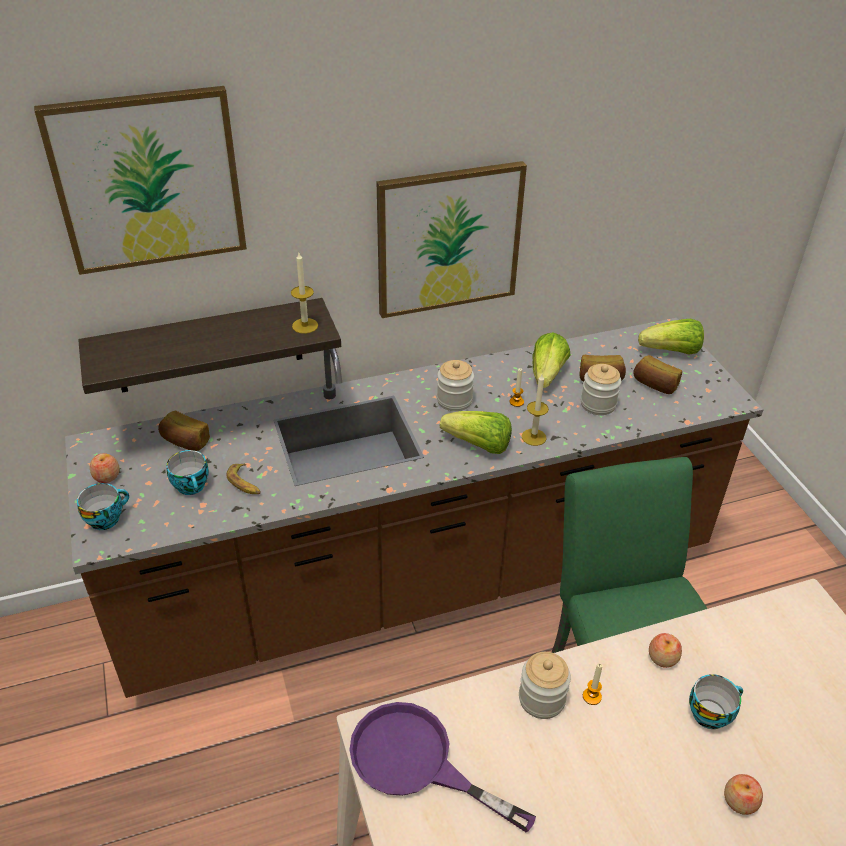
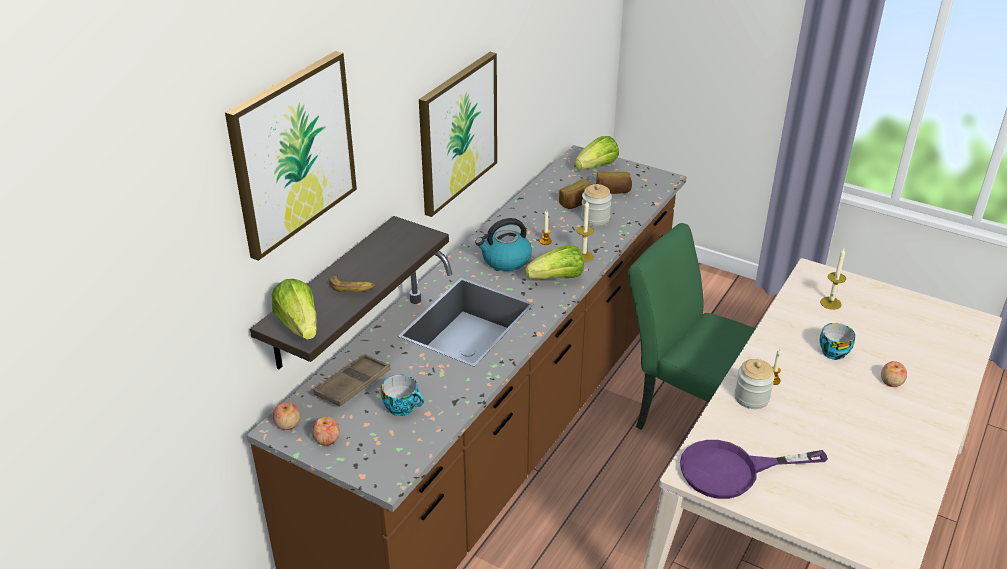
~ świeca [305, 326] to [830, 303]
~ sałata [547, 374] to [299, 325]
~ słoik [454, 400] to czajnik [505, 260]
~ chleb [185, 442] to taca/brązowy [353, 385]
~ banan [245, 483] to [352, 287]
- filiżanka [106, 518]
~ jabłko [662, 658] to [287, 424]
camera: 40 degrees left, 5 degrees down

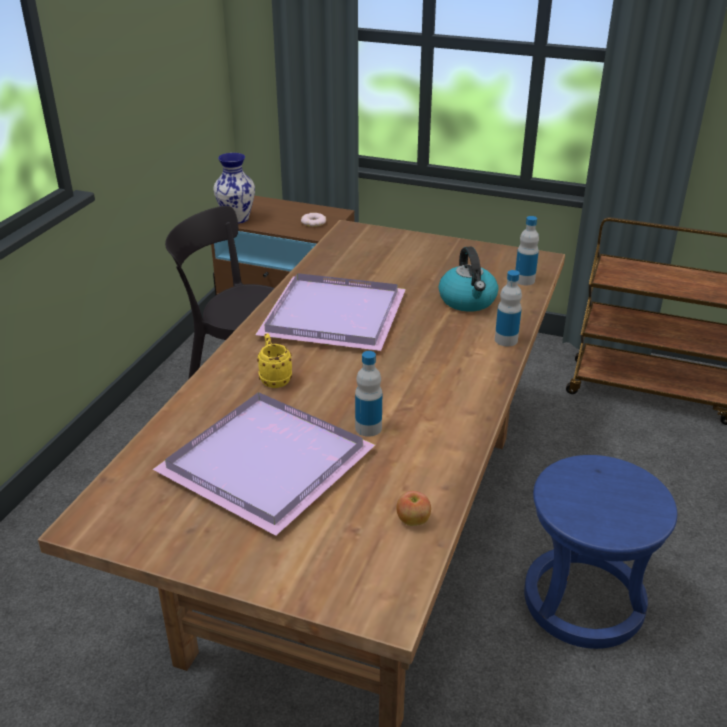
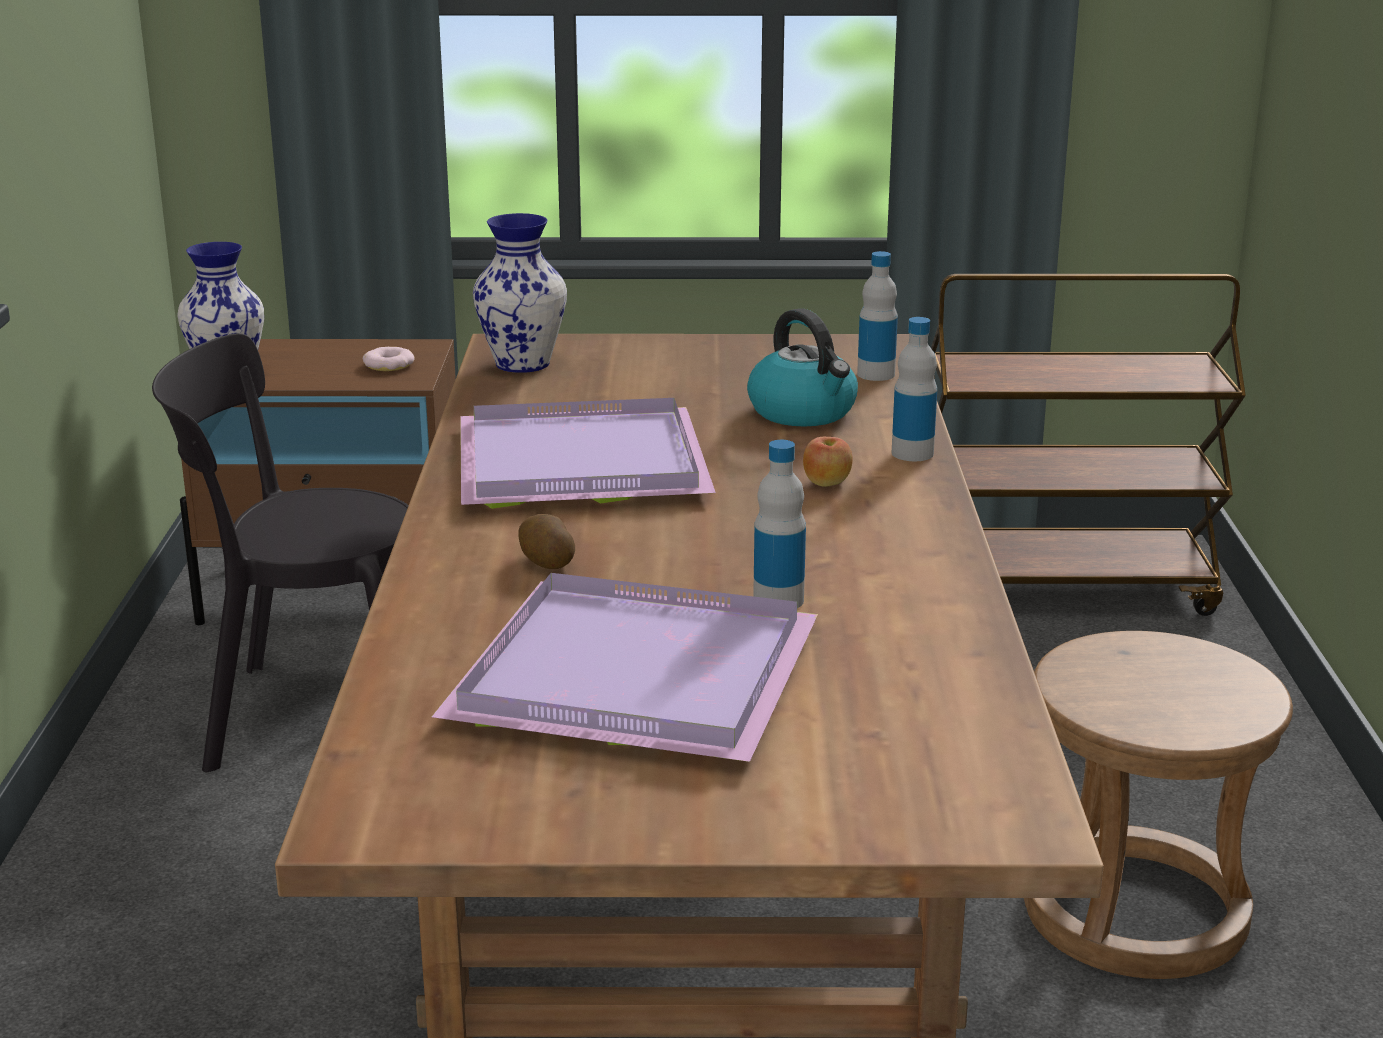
~ kubek/żółty [274, 378] to ziemniak [546, 562]
~ stołek/niebieski [584, 601] to stołek/brązowy [1136, 911]
~ jabłko [413, 521] to [827, 483]
+ wazon [523, 364]
camera: 20 degrees left, 10 degrees down

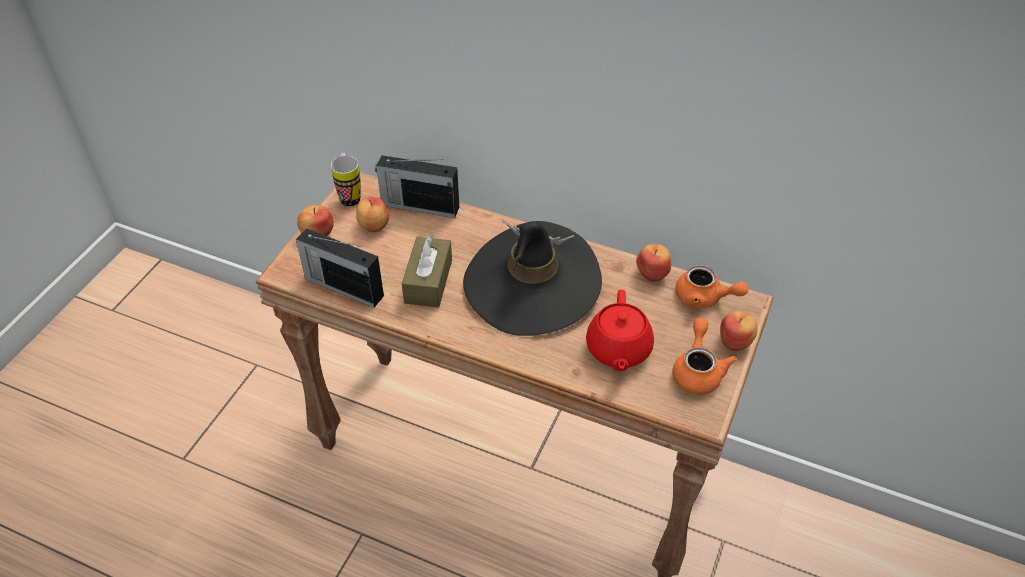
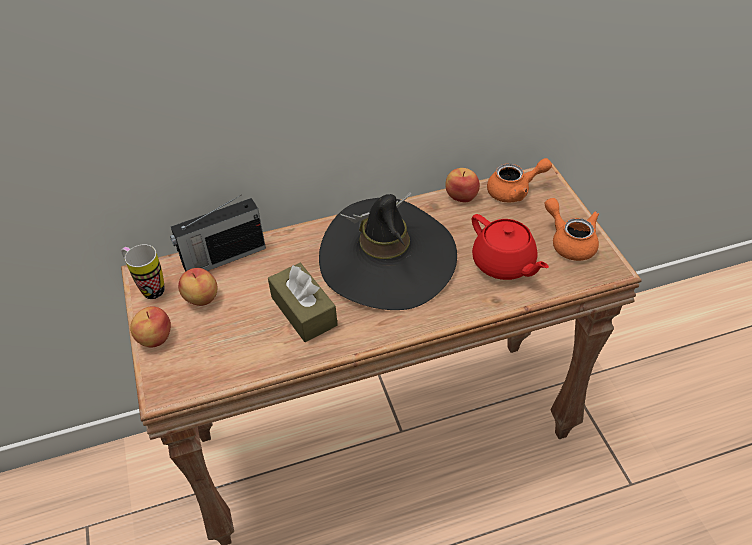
- radio [343, 286]
- jabłko [735, 341]
camera: 40 degrees left, 0 degrees up

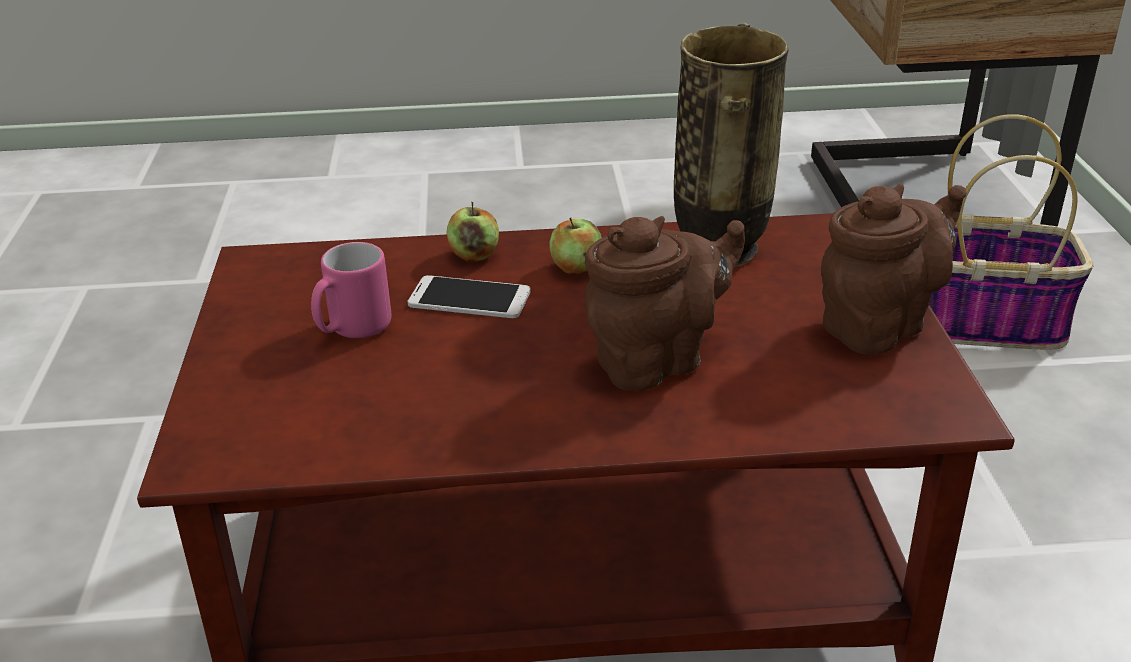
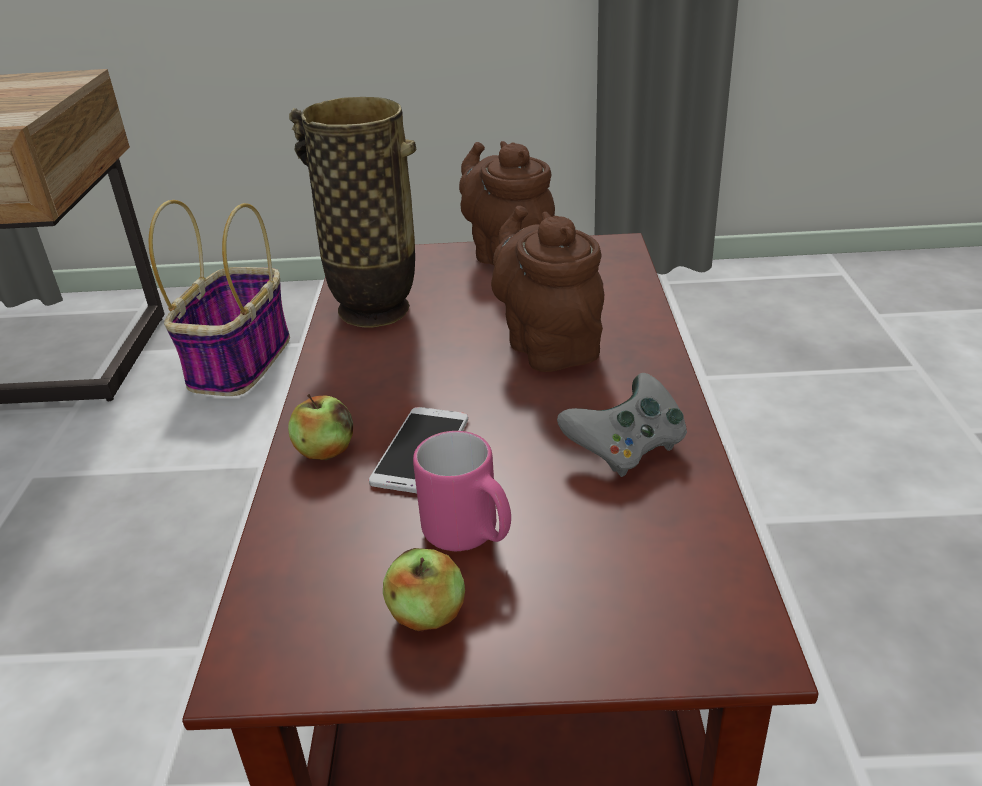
~ jabłko [576, 268] to [427, 615]
+ pad do gier/szary [626, 449]
camera: 85 degrees left, 0 degrees up

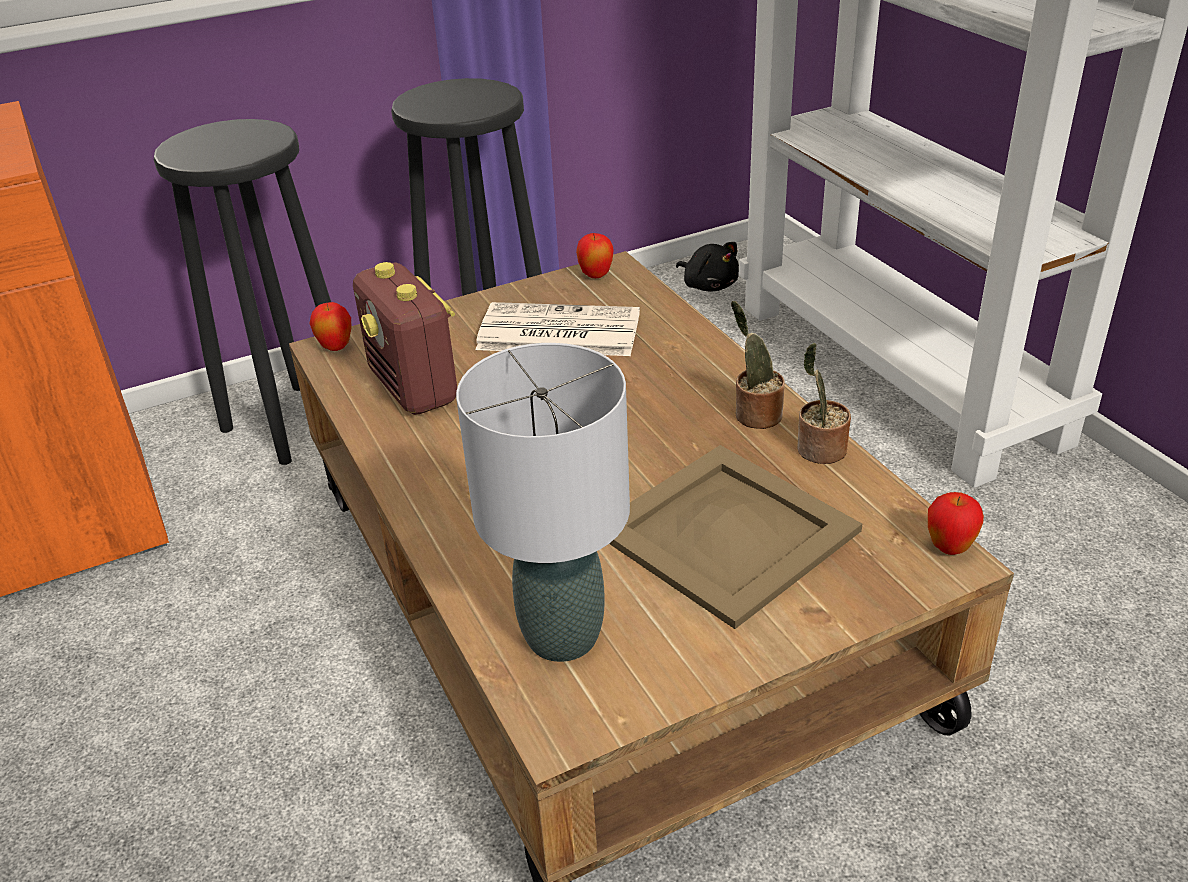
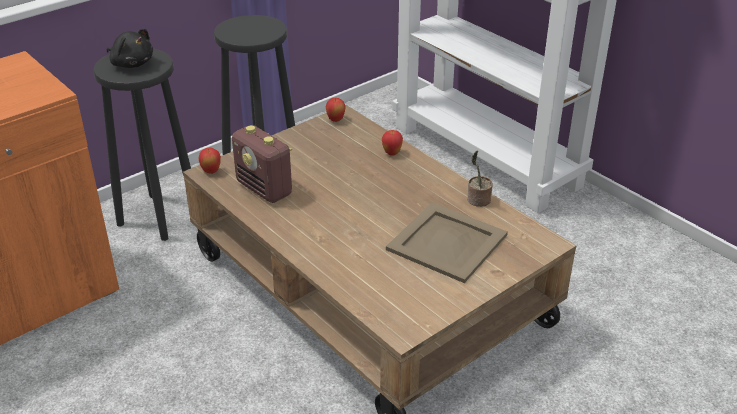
~ pluszak/czarny [709, 285] to [131, 63]
- roślina doniczkowa [754, 415]
- gazeta [556, 332]
- lampa stołowa/szary [564, 636]
~ jabłko [949, 548] to [392, 153]
camera: 15 degrees left, 0 degrees up

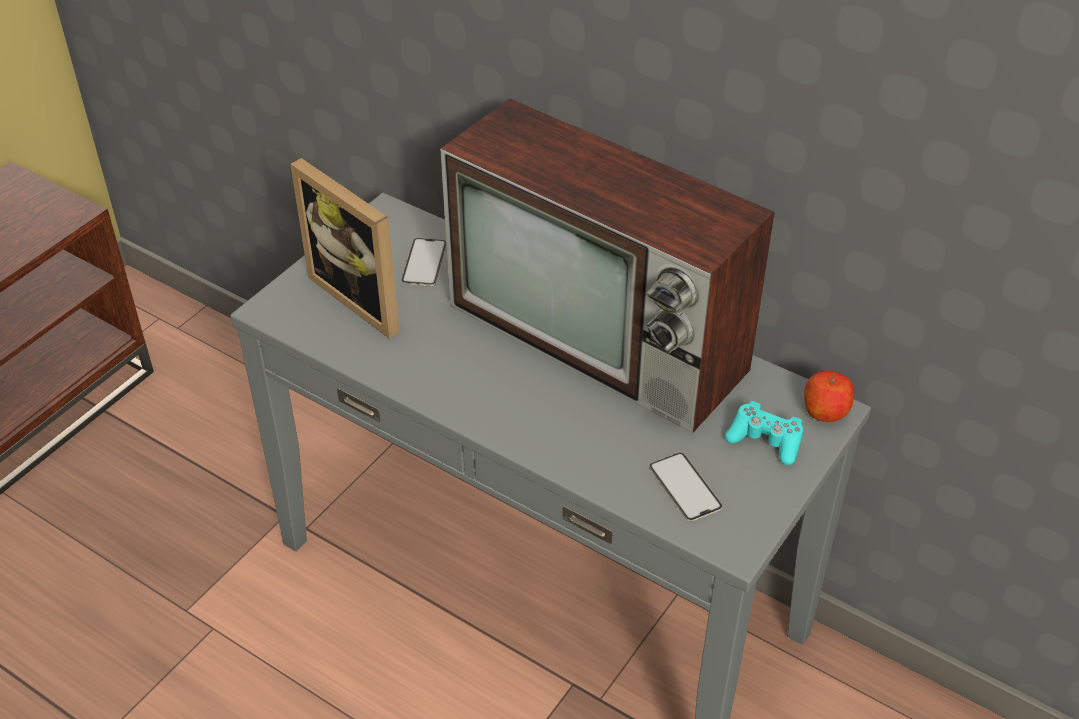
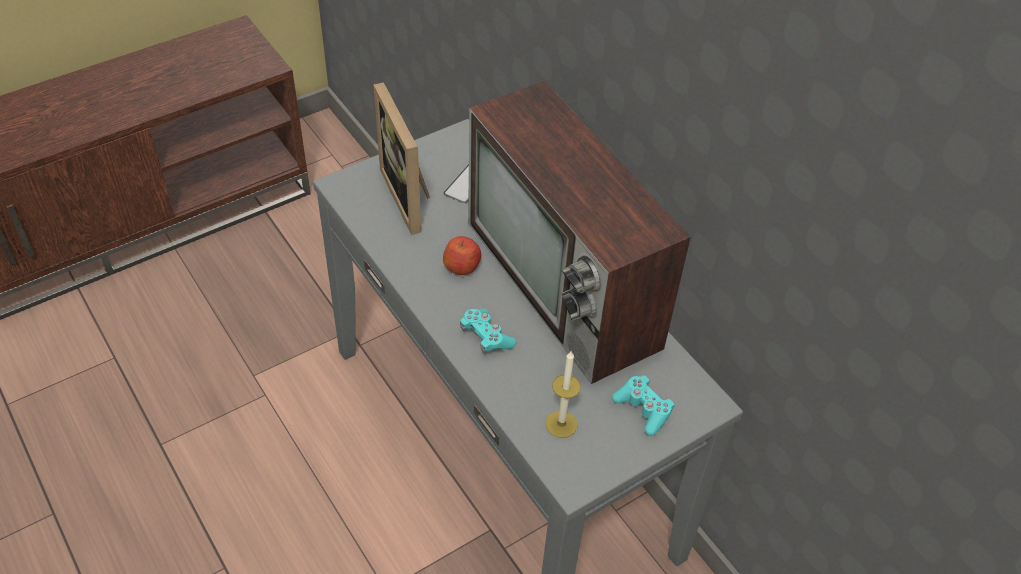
~ jabłko [825, 411] to [462, 266]
~ telefon [685, 487] to świeca [561, 424]
+ pad do gier/turkusowy [486, 336]
camera: 20 degrees right, 5 degrees up

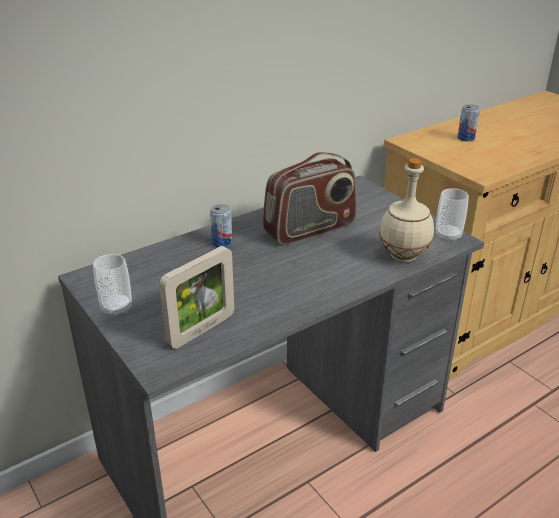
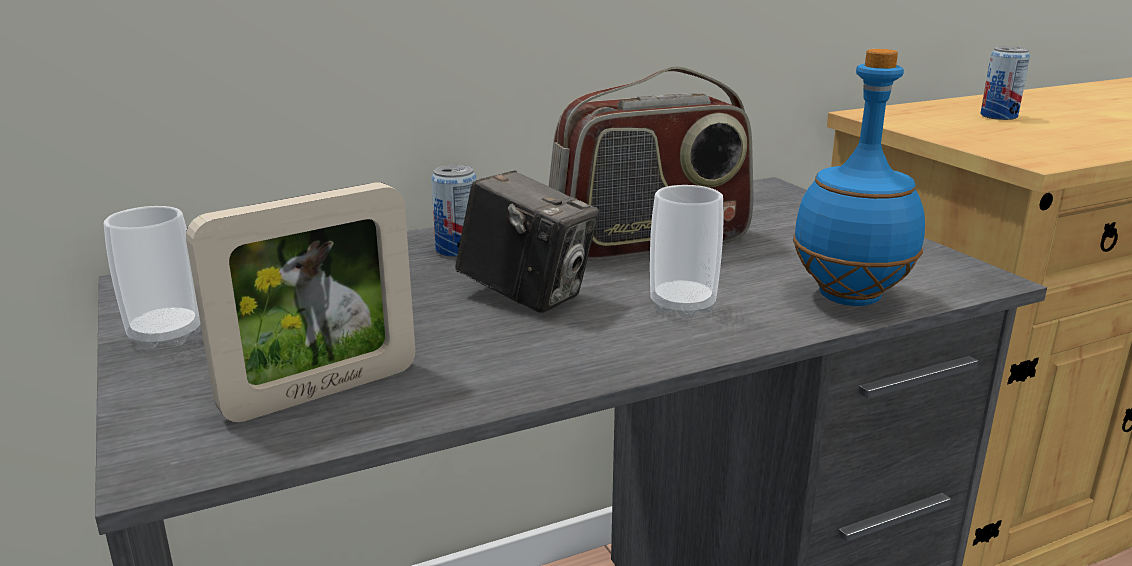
~ butelka/beżowy [403, 256] to butelka/niebieski [850, 296]
~ filiżanka [448, 236] to [682, 306]
+ aparat fotograficzny [527, 295]
camera: 10 degrees right, 10 degrees down

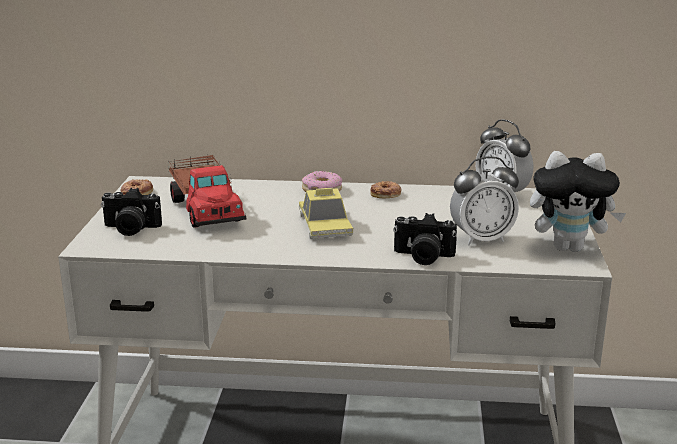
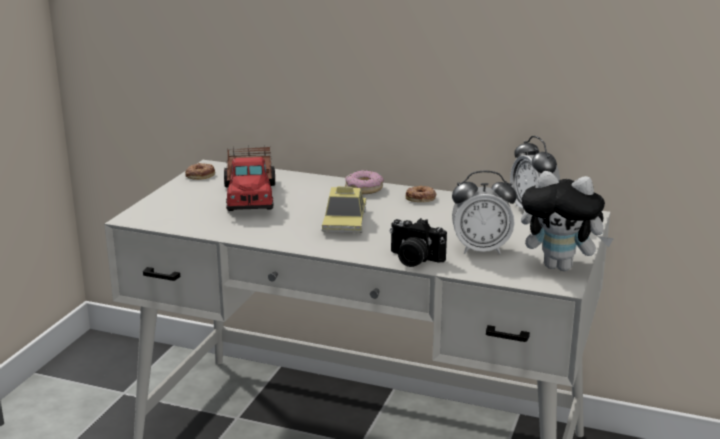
- aparat fotograficzny [130, 229]
camera: 15 degrees right, 0 degrees up

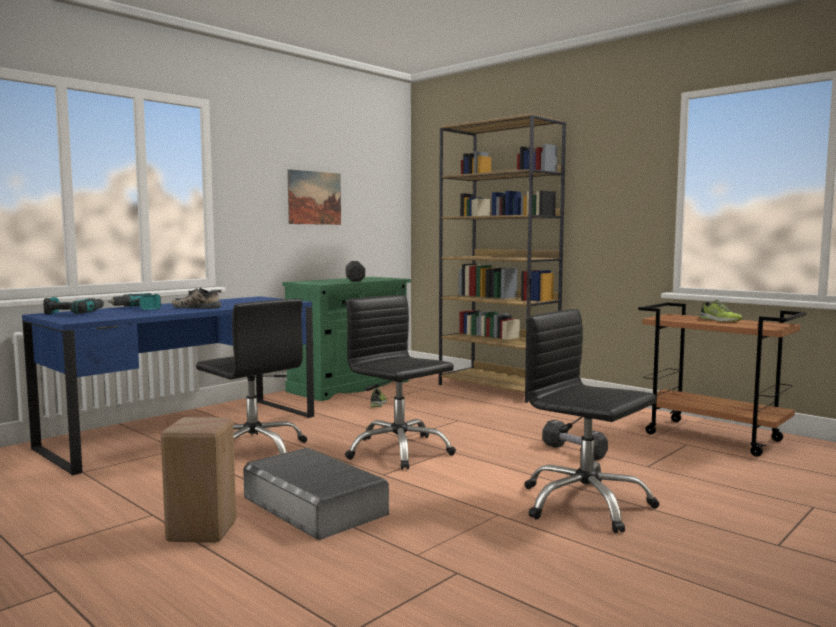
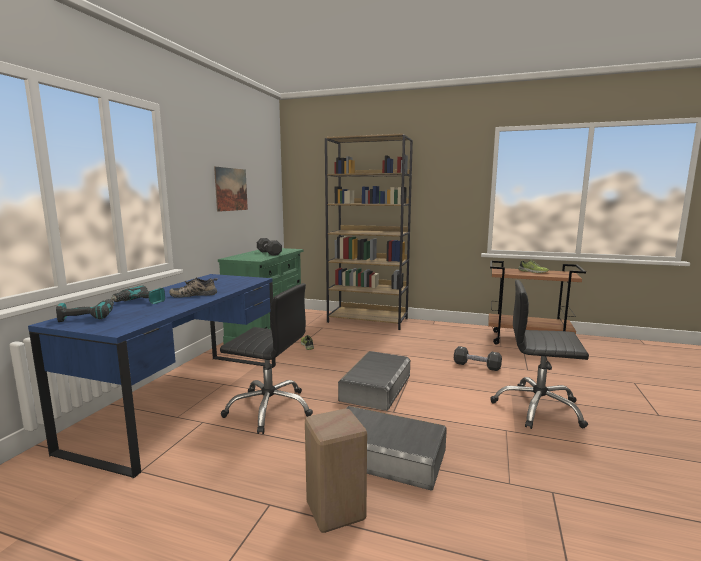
~ krzesło biurowe/czarny [398, 451] to pojemnik do przechowywania/szary [376, 387]
camera: 25 degrees left, 5 degrees up

